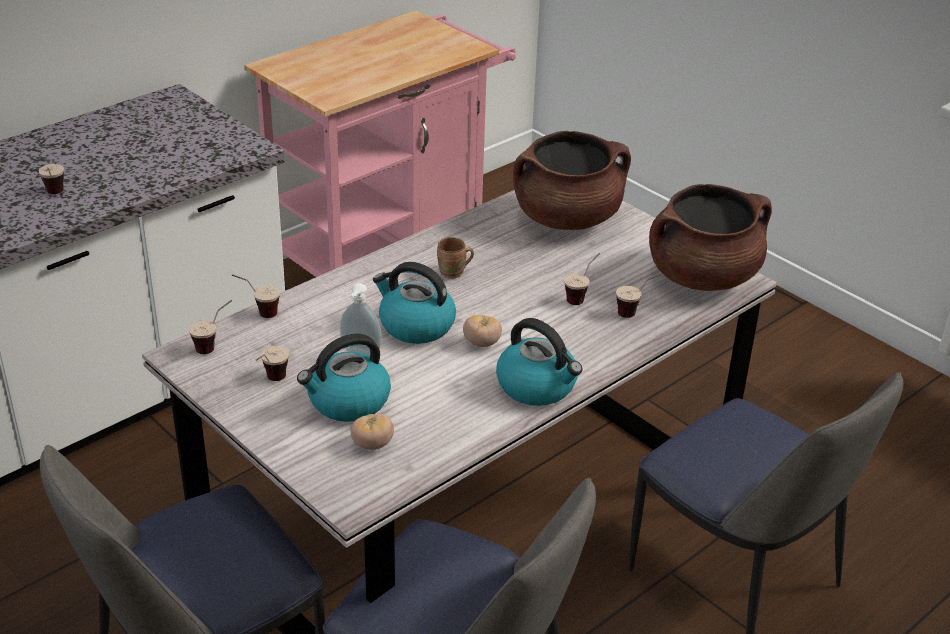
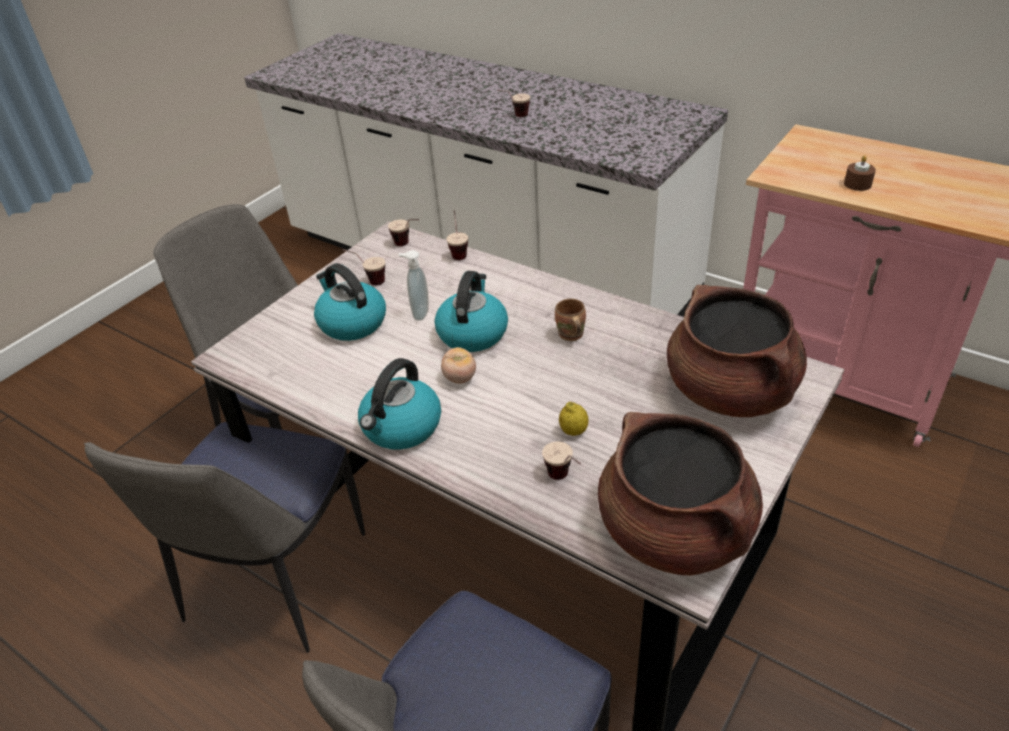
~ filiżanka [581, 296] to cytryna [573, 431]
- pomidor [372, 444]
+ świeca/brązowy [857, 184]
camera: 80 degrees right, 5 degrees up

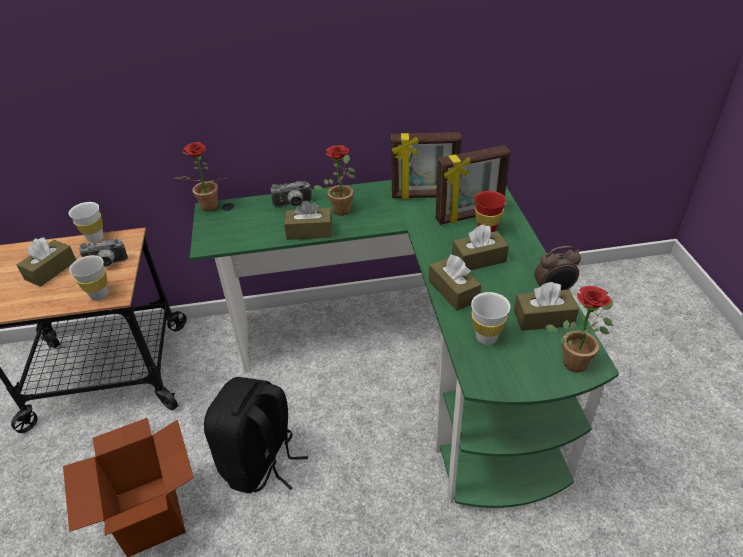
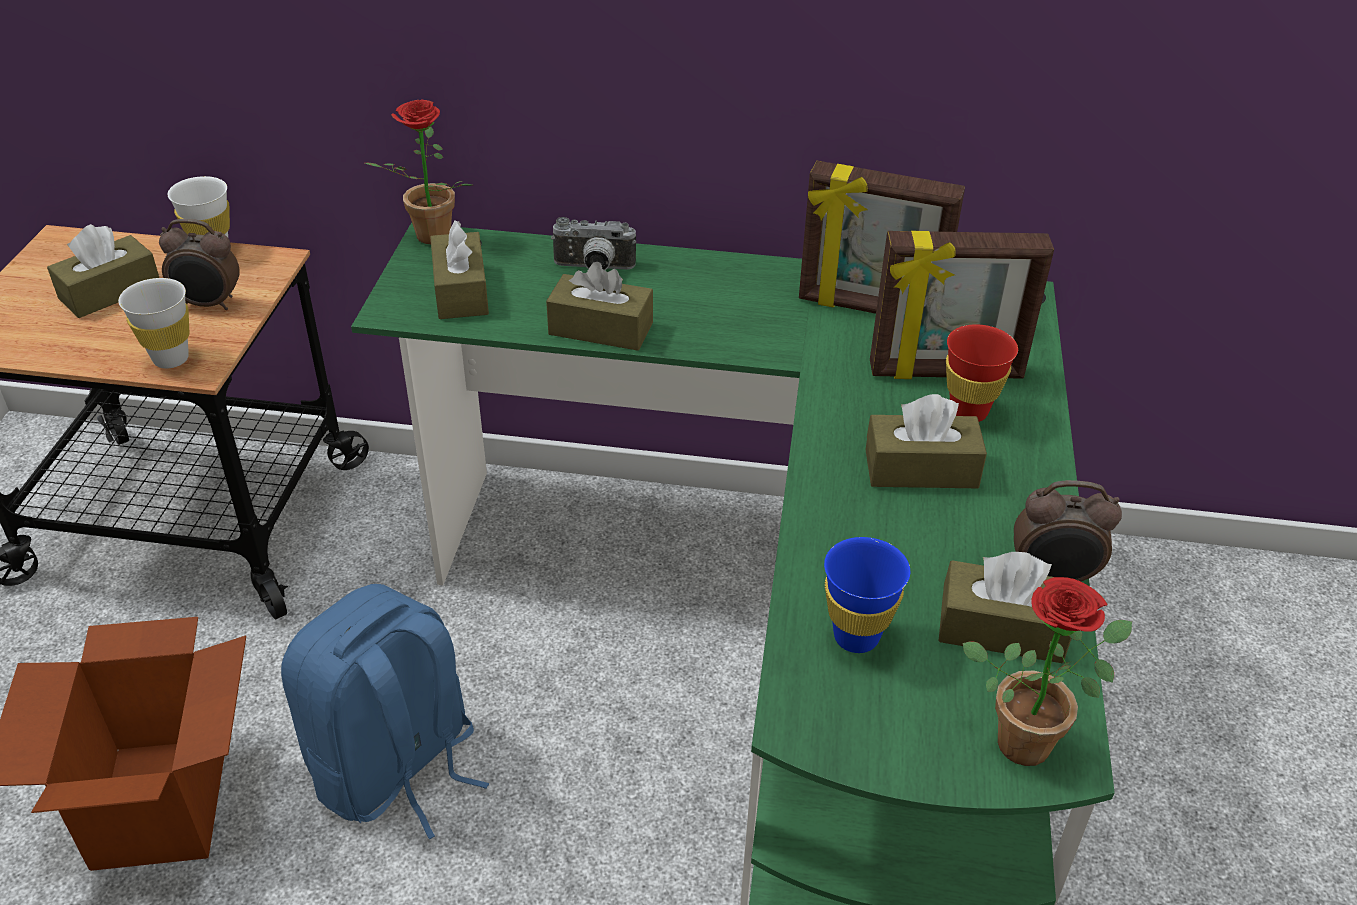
- roślina doniczkowa [341, 208]
~ aparat fotograficzny [106, 264] to budzik [209, 304]
~ pudełko chusteczek/brązowy [453, 291] to [461, 291]
~ filiżanka/biały [486, 338] to filiżanka/niebieski [856, 637]
~ plecak/czarny [260, 462] to plecak/niebieski [396, 768]
camera: 15 degrees right, 0 degrees up

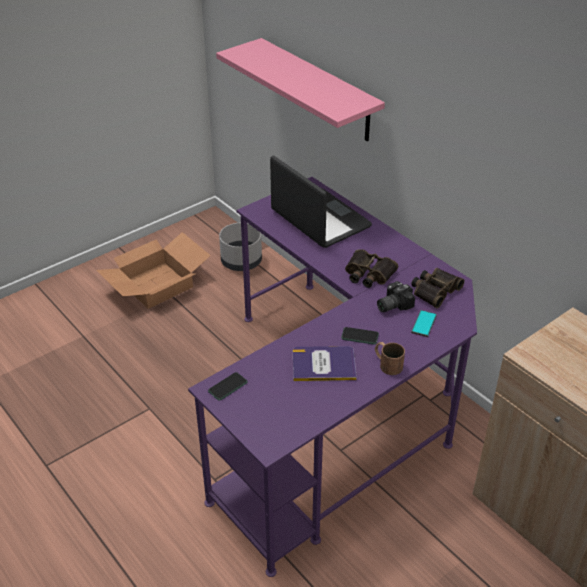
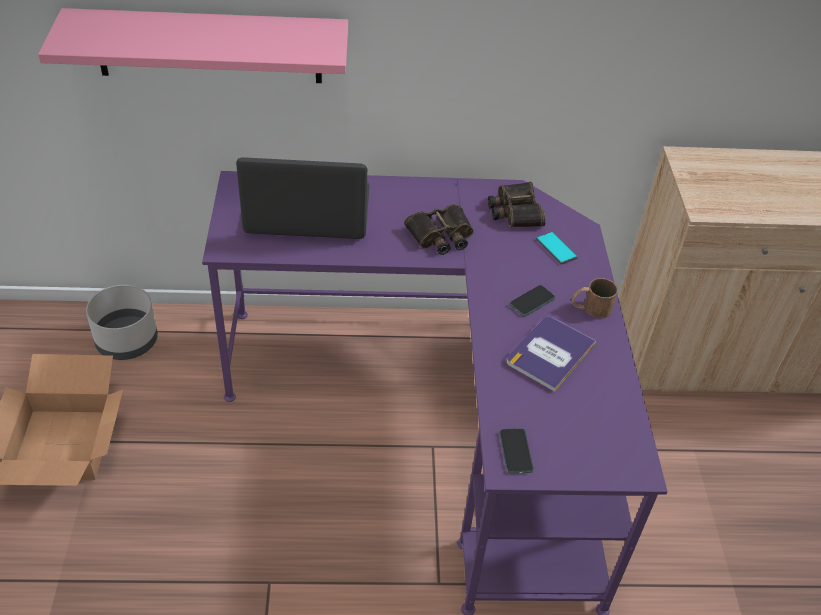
- aparat fotograficzny [392, 305]
camera: 55 degrees left, 5 degrees up

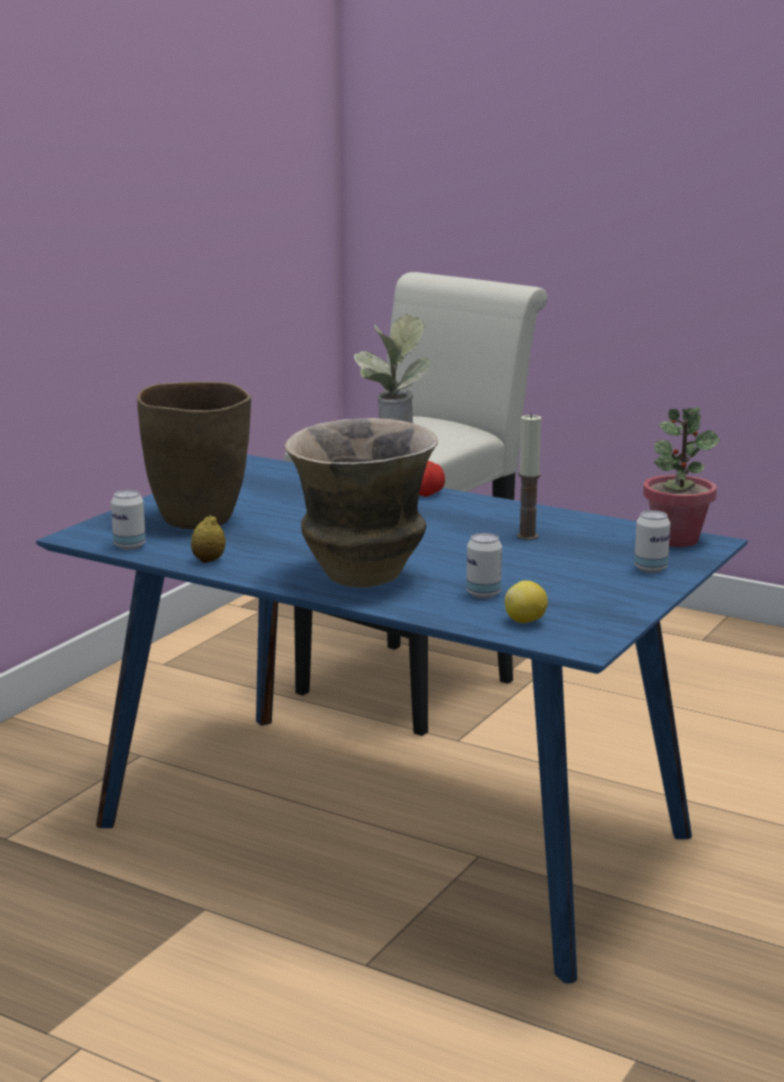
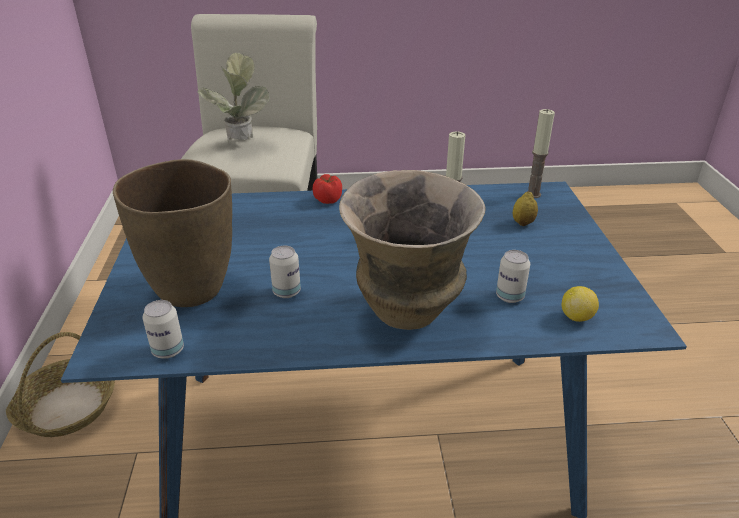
~ roślina doniczkowa [676, 540] to świeca [533, 194]
~ puszka [650, 569] to [286, 292]
~ cytryna [208, 560] to [523, 223]
+ koszyk [67, 407]
camera: 35 degrees left, 15 degrees up

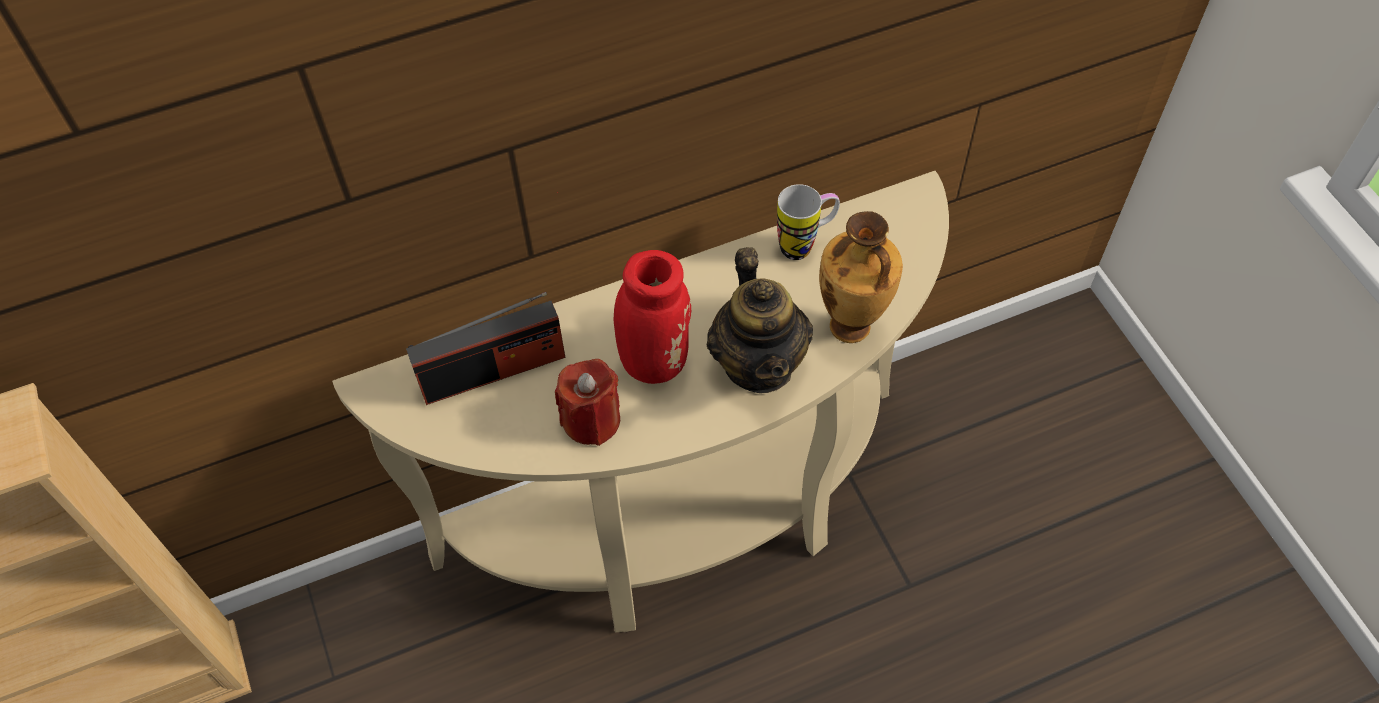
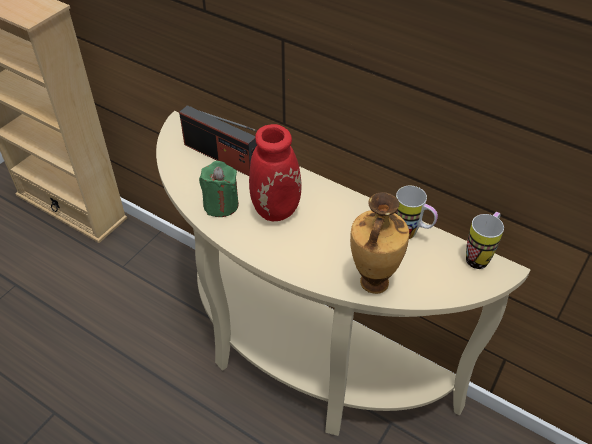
- imbryk [759, 364]
~ świeca/czerwony [591, 420] to świeca/zielony [221, 205]
+ kubek [480, 256]
camera: 55 degrees right, 10 degrees down

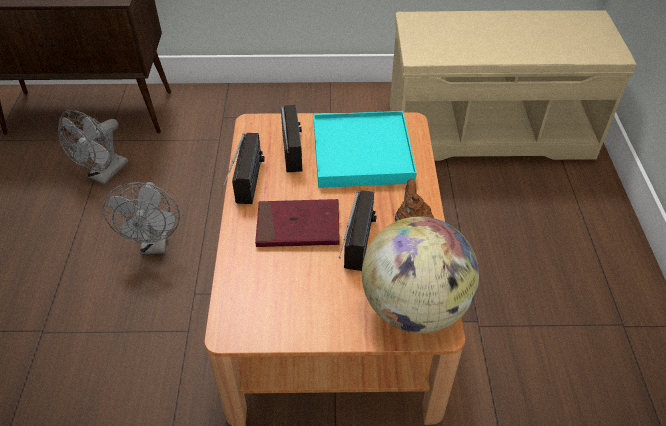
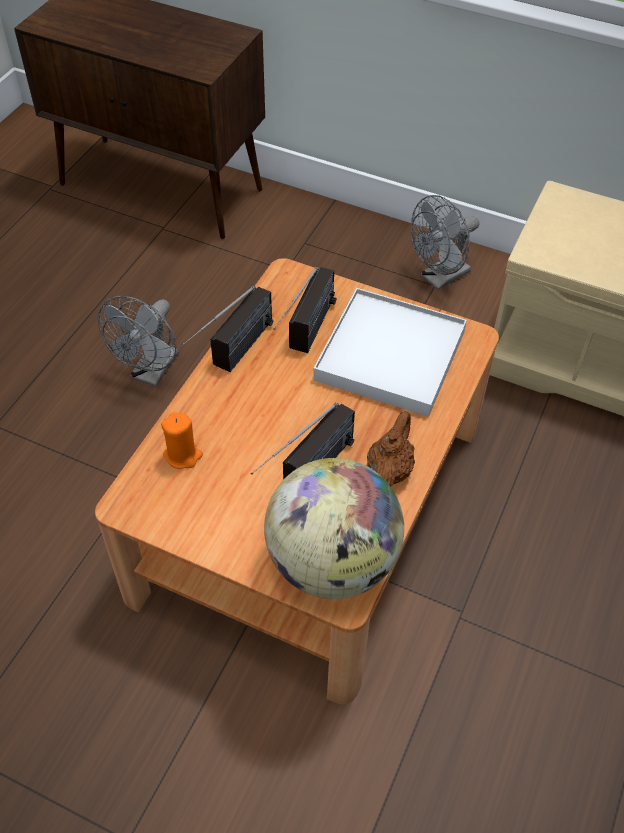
~ wentylator/szary [104, 174] to [439, 278]
~ taca/turkusowy [362, 153] to taca/biały [390, 355]
- książka/czerwony [298, 226]
+ świeca/pomarańczowy [183, 455]
camera: 25 degrees right, 5 degrees up

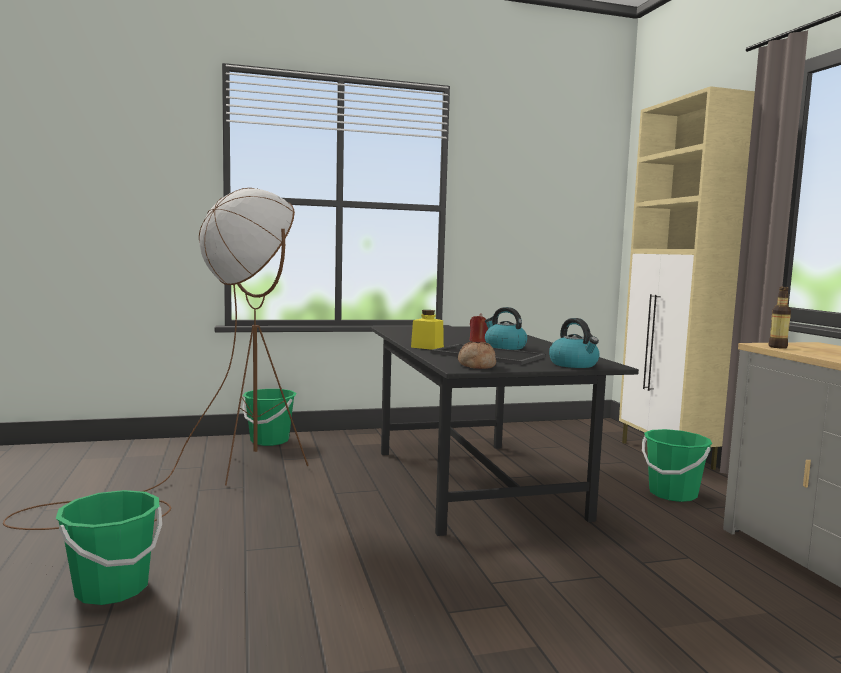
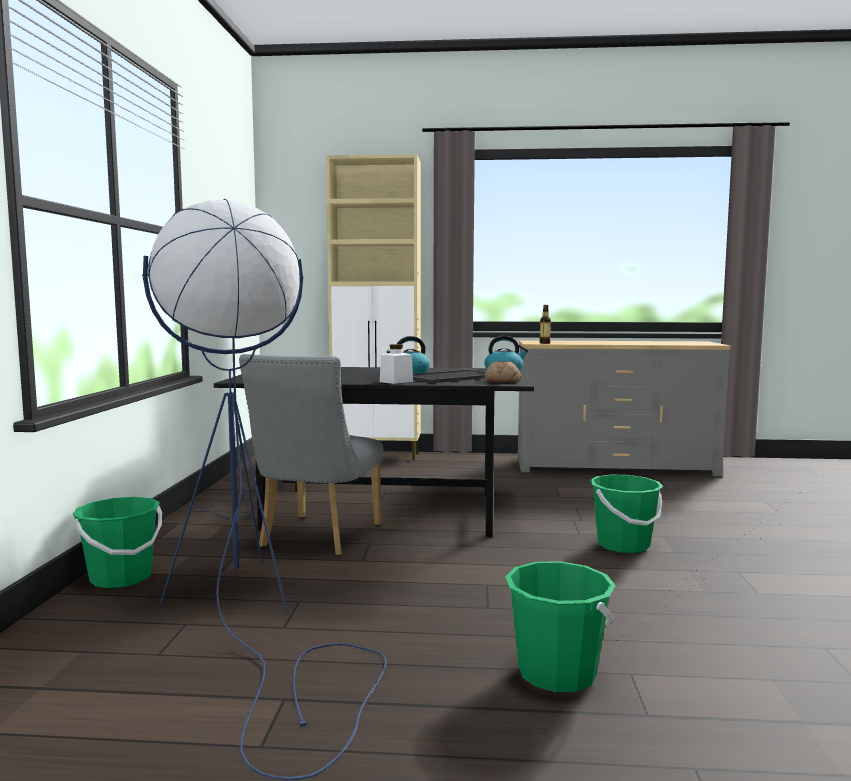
~ lampa stojąca/brązowy [216, 479] to lampa stojąca/niebieski [251, 615]
~ słoik/żółty [427, 347] to słoik/biały [396, 381]
- świeca/czerwony [479, 341]
~ wiadro/zielony [672, 494] to [623, 545]
+ krzesło/szary [316, 538]
camera: 70 degrees left, 0 degrees up

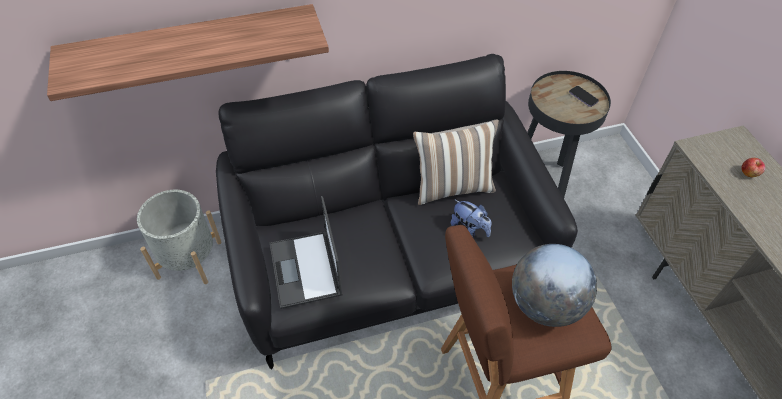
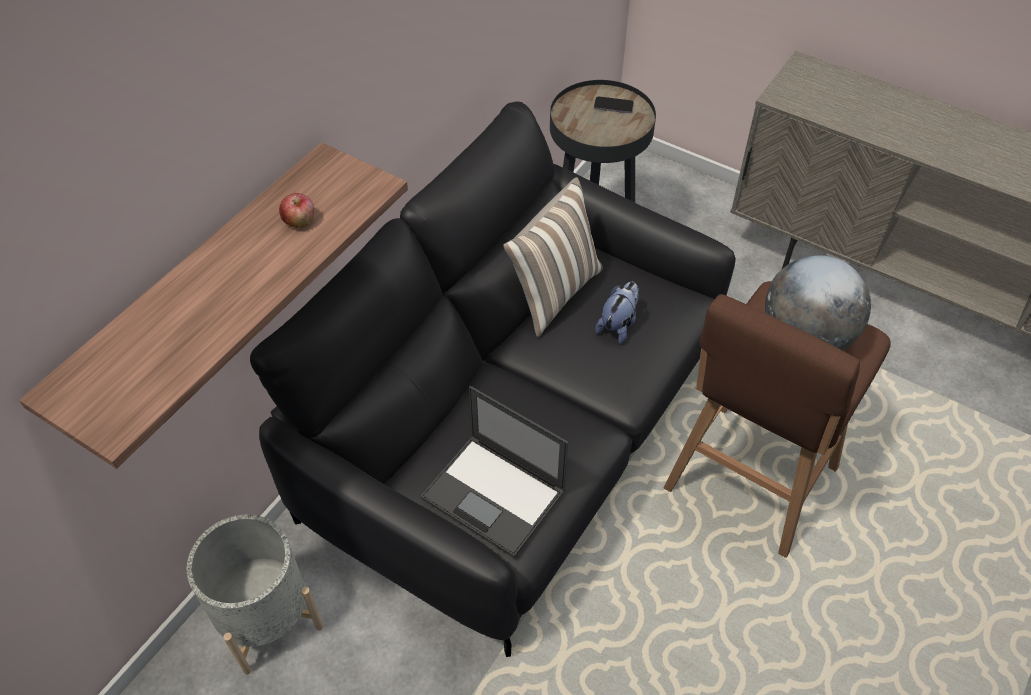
~ jabłko [749, 173] to [299, 221]
~ pluszak [470, 228] = [618, 325] 60 degrees counterclockwise
camera: 40 degrees left, 0 degrees up

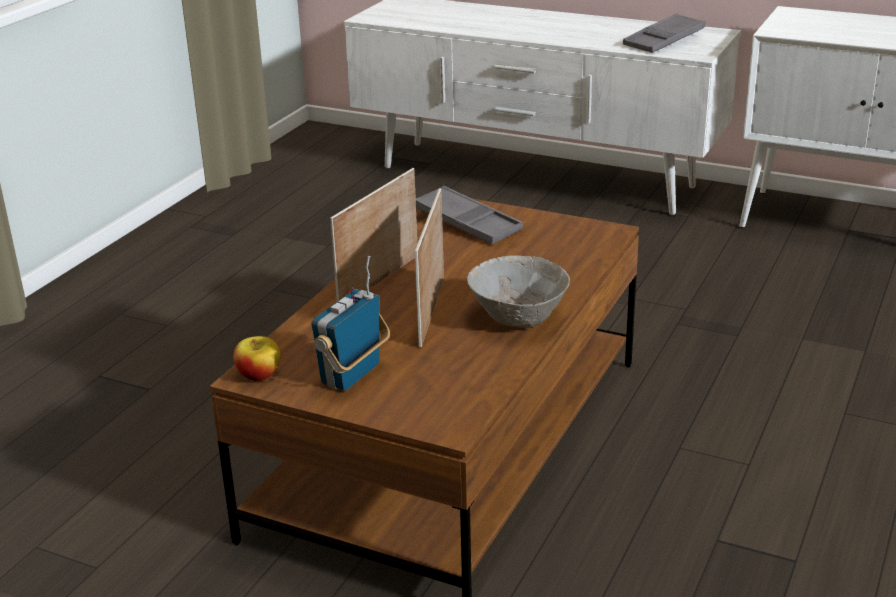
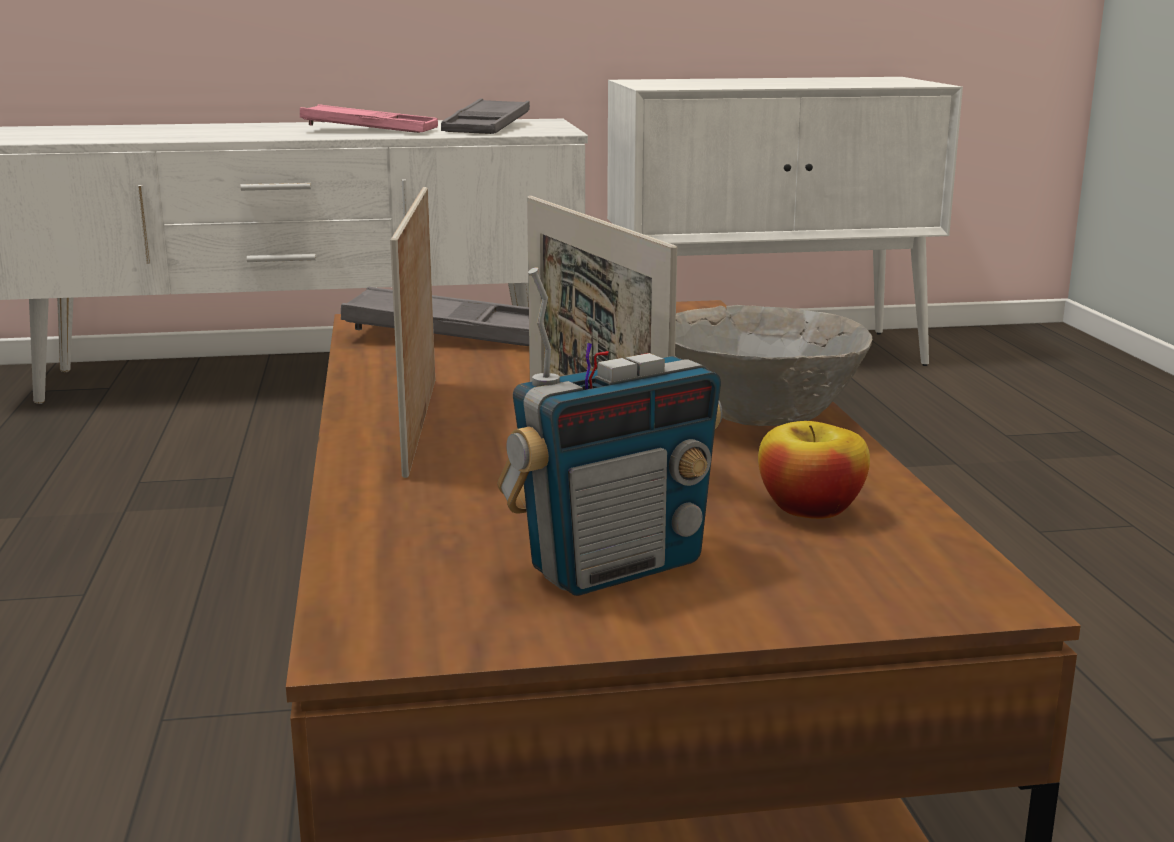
~ radio [352, 375] = [614, 566] 120 degrees counterclockwise
~ jabłko [259, 375] to [810, 509]
+ taca/różowy [370, 130]
camera: 35 degrees left, 10 degrees down

